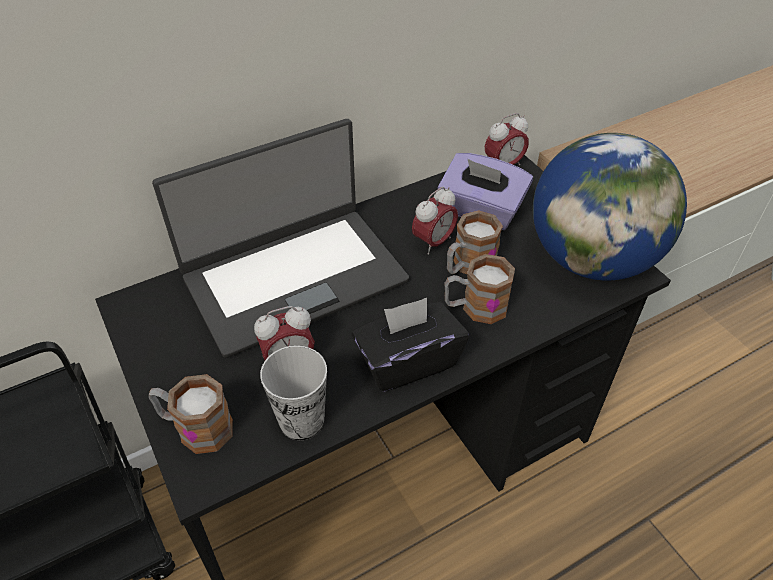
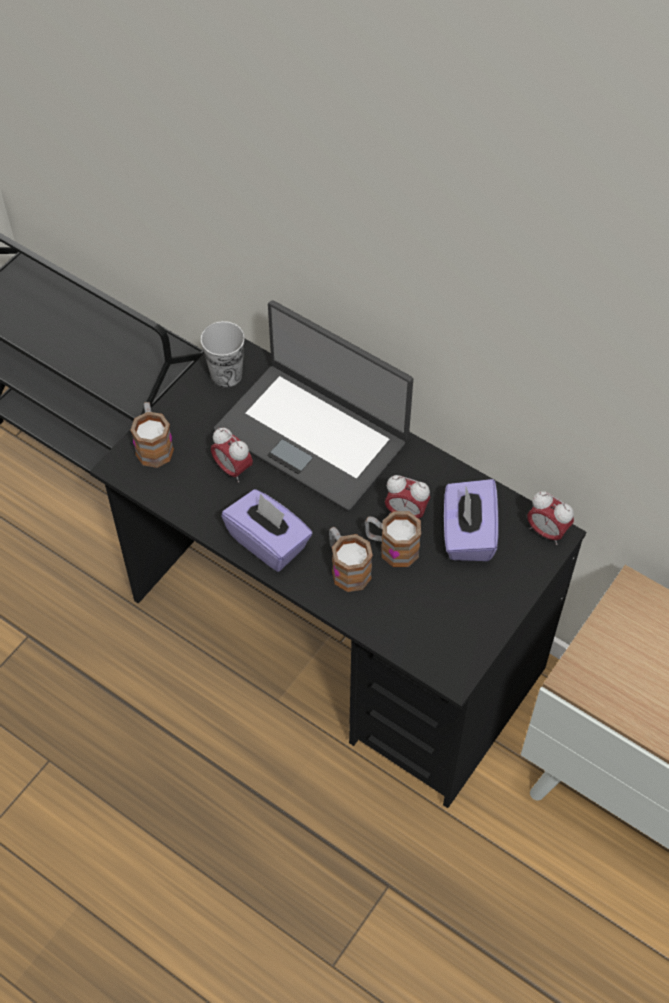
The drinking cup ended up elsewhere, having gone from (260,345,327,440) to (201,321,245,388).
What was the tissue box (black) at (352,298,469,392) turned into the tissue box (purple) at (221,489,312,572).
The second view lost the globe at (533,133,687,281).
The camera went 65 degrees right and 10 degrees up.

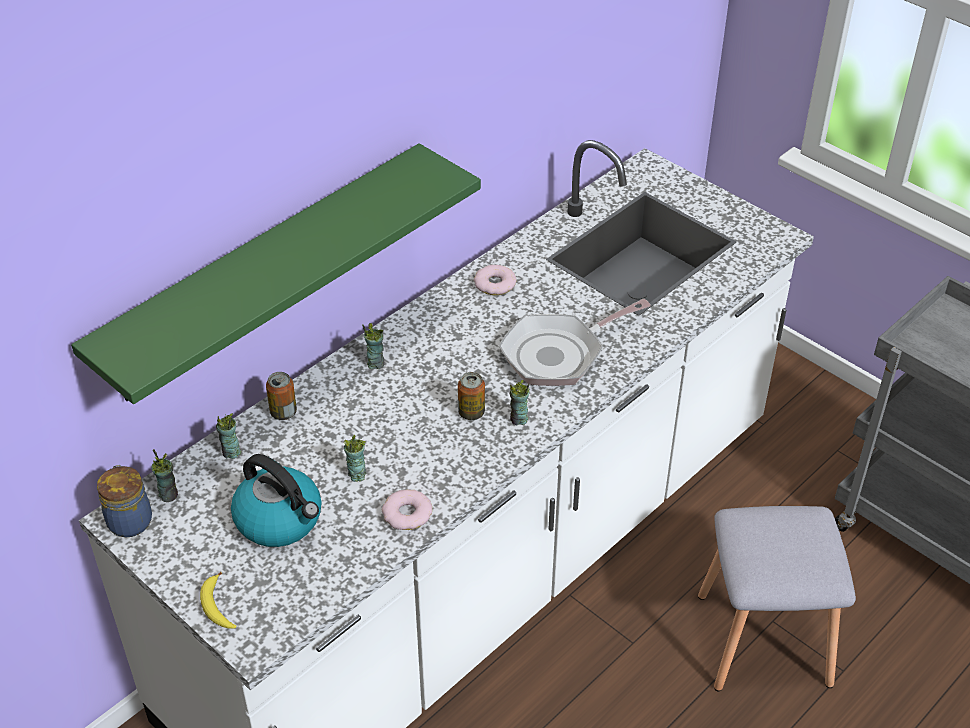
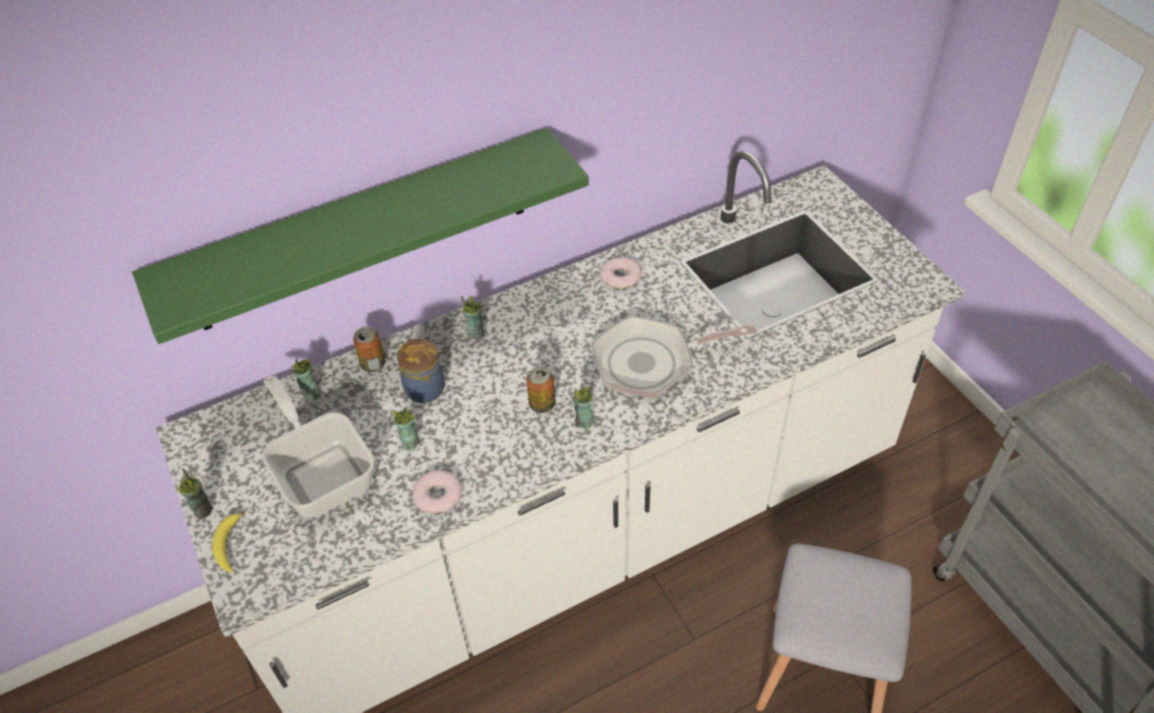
The drinking cup ended up elsewhere, having gone from (151,449,178,502) to (177,469,213,519).
Where the water kettle stood at (231,454,321,547), the pan came to stand at (262,376,374,517).
The preserve jar ended up elsewhere, having gone from (97,465,152,537) to (397,337,445,403).
The camera went 20 degrees right and 5 degrees up.

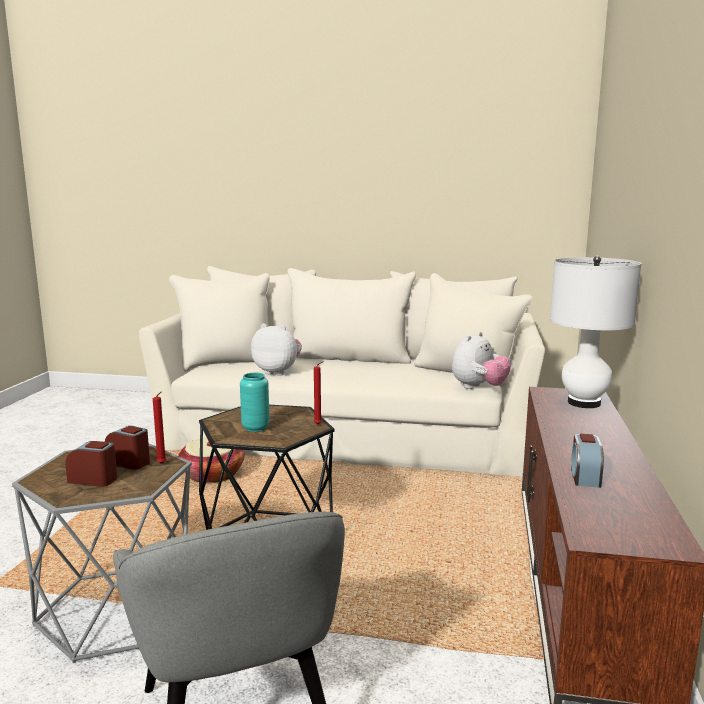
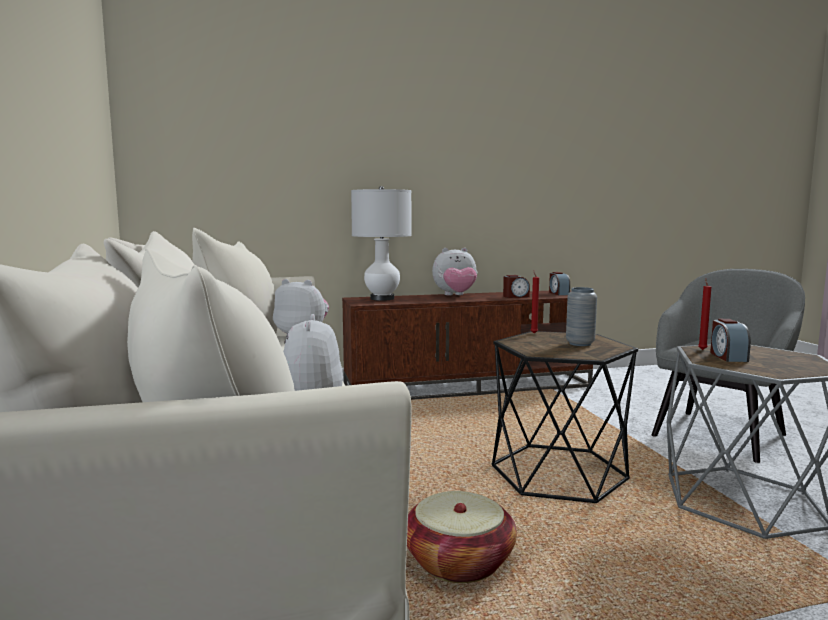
The second view gained the cuddly toy at (432,247,477,295).
The bedside clock ended up elsewhere, having gone from (65,441,117,487) to (549,272,570,295).
What was the flower vase (turquoise-coloured) at (240,373,270,432) turned into the flower vase (gray) at (566,287,597,346).
The camera went 115 degrees left and 5 degrees down.

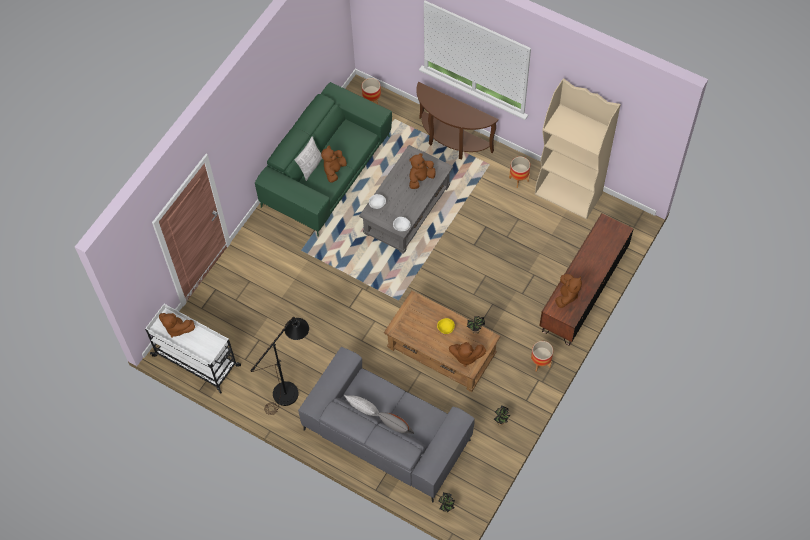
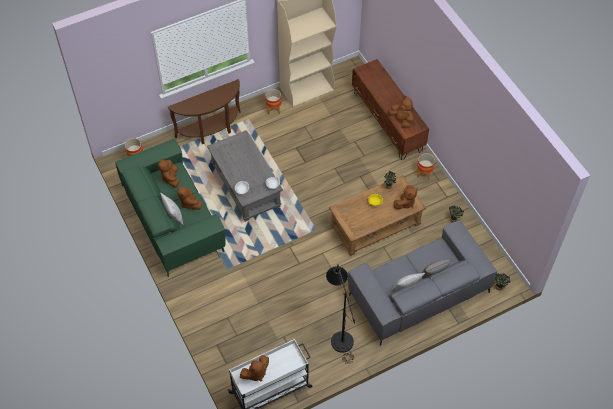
The cuddly toy (brownish) ended up elsewhere, having gone from (409,153,435,189) to (158,158,180,187).
The camera went 60 degrees left and 5 degrees down.

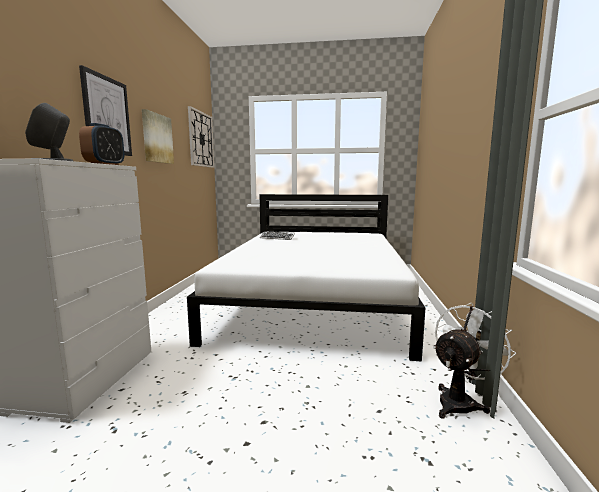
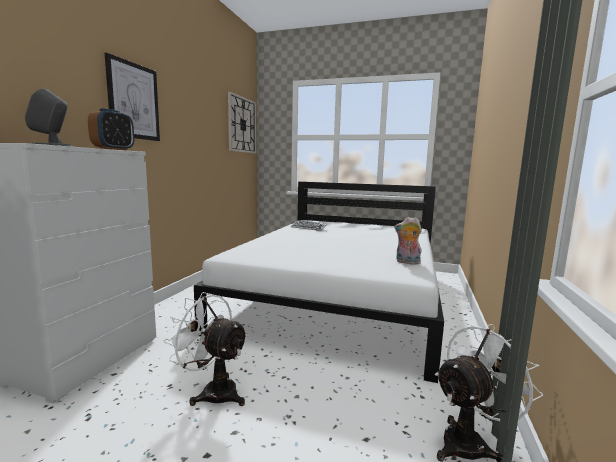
The second view gained the fan (white-coloured) at (163,292,249,406).
The second view gained the cuddly toy at (394,217,422,265).
The second view lost the wall art at (142,109,174,164).
The camera went 10 degrees right and 0 degrees up.

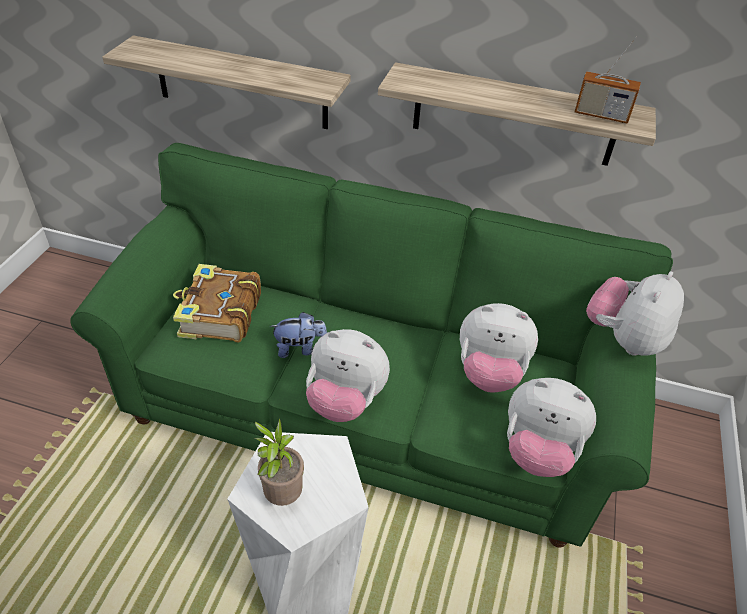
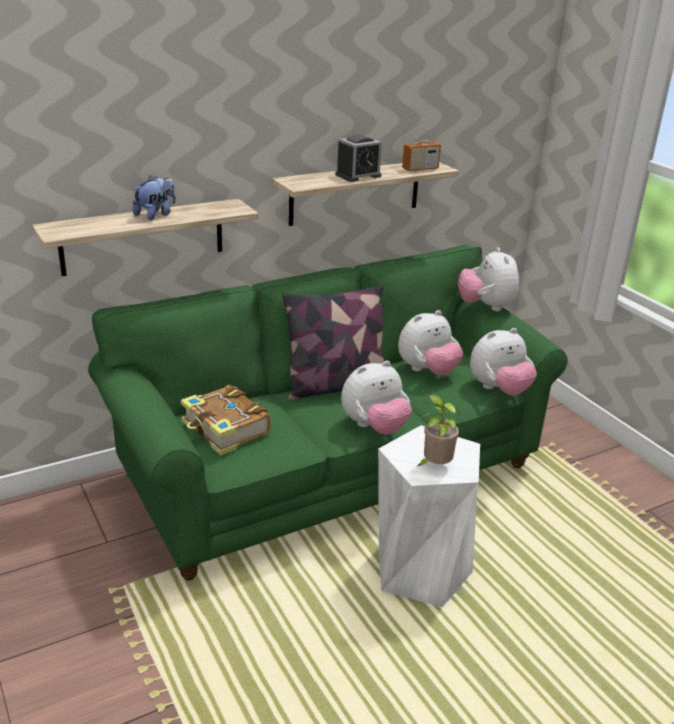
The cuddly toy ended up elsewhere, having gone from (270,312,327,358) to (133,175,176,220).
The second view gained the pillow at (282,285,384,400).
The second view gained the bedside clock at (335,135,382,182).
The camera went 45 degrees left and 15 degrees down.

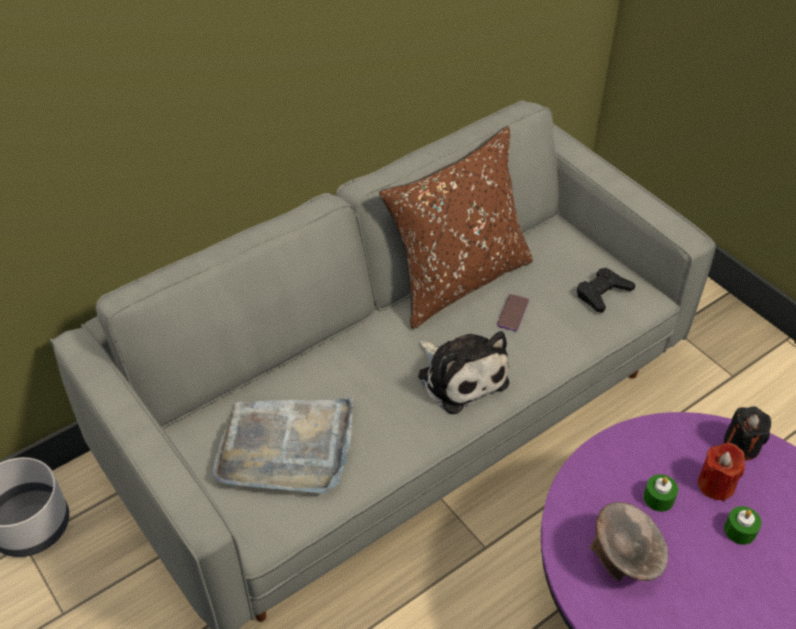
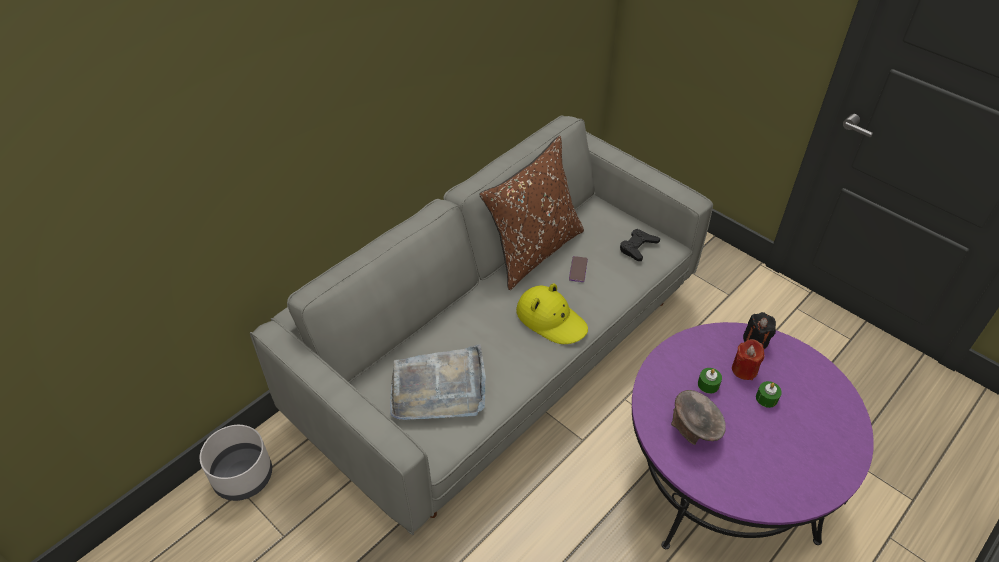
Where the cuddly toy stood at (418,331,509,415), the wearable hat (yellowish) came to stand at (516,283,588,344).
The camera went 10 degrees left and 0 degrees up.

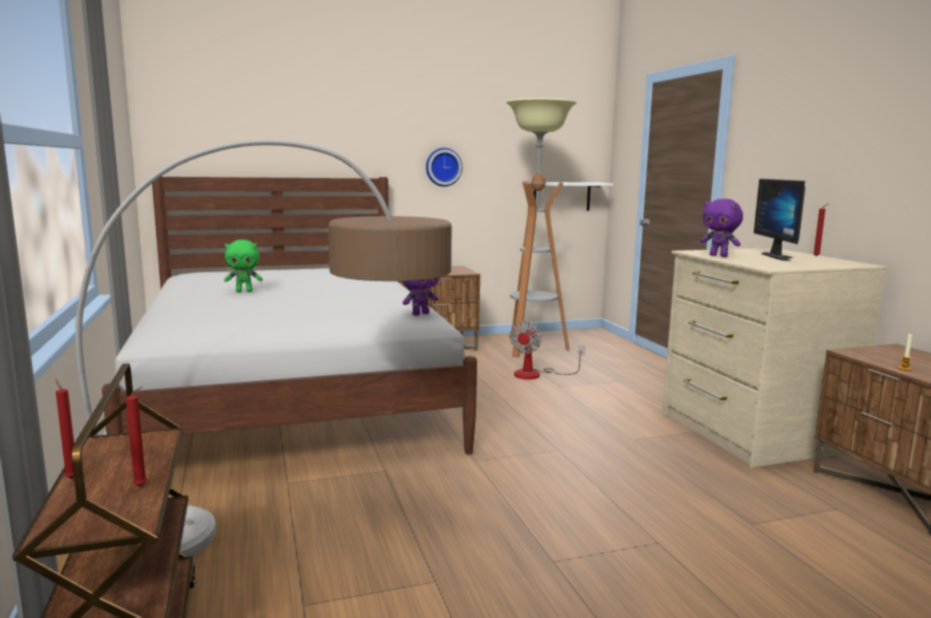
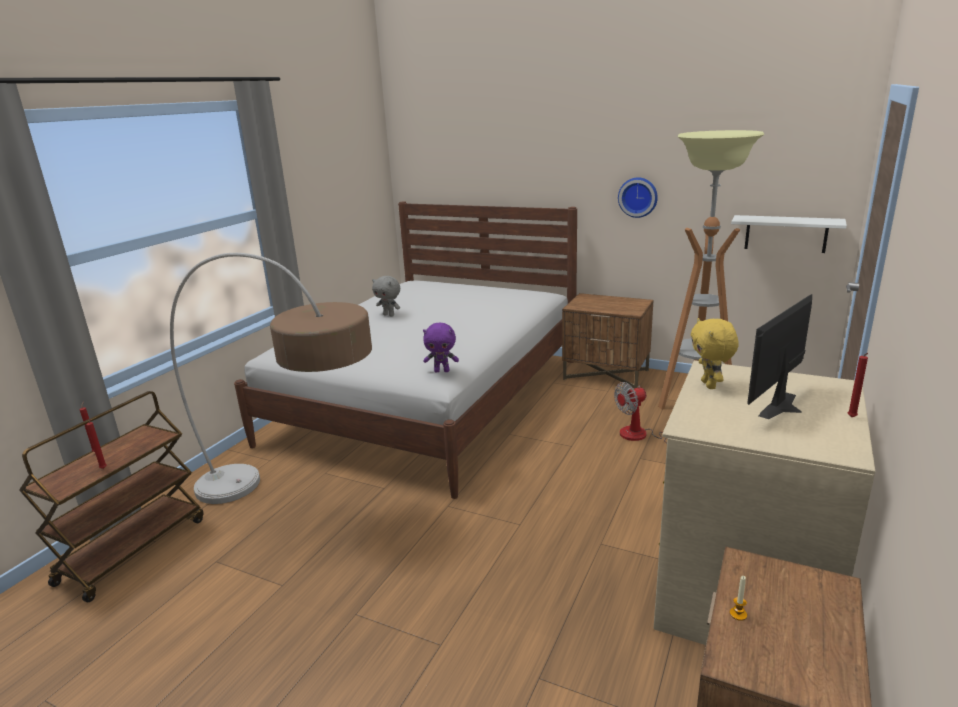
What was the cuddly toy (greenish) at (224,240,263,292) turned into the cuddly toy (gray) at (372,276,400,316).
What was the cuddly toy (purple) at (700,198,743,257) turned into the cuddly toy (yellowish) at (691,318,739,389).
The camera went 45 degrees right and 10 degrees up.

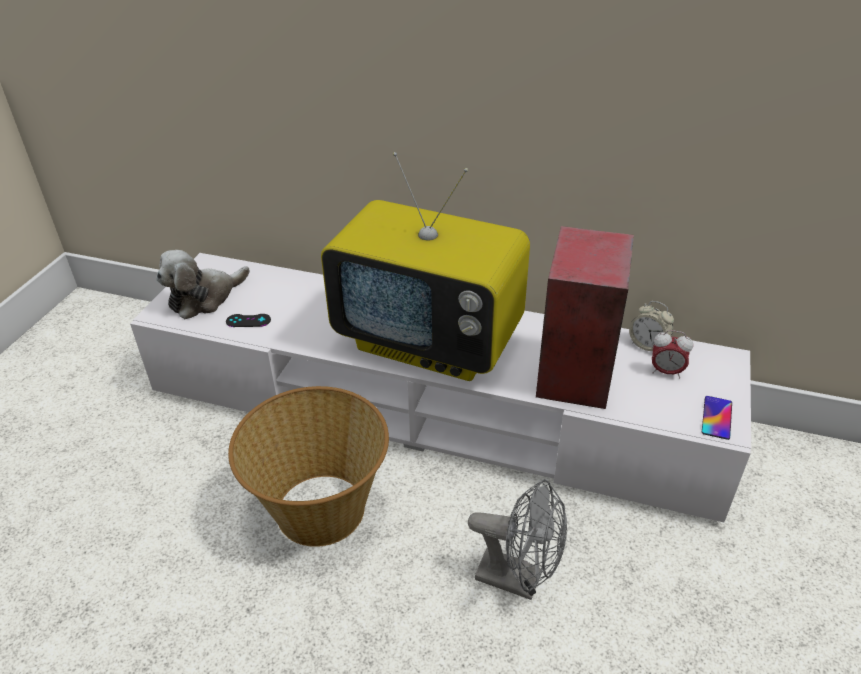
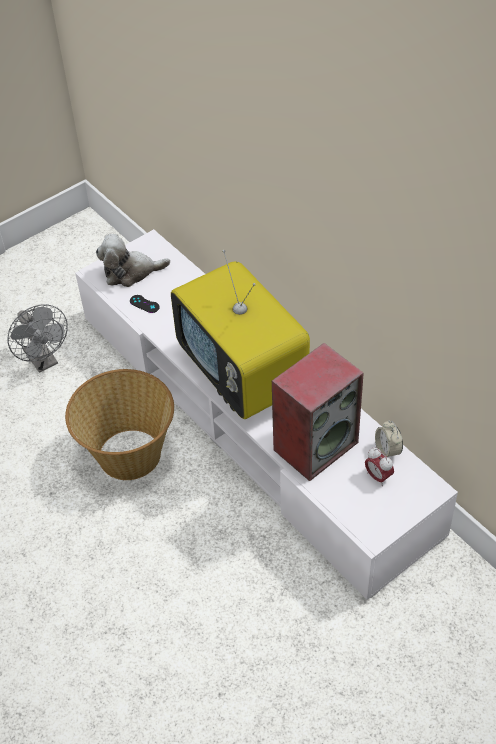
The fan (gray) ended up elsewhere, having gone from (468,479,567,600) to (7,304,68,373).
The second view lost the handset at (702,396,732,440).
The camera went 35 degrees right and 10 degrees up.

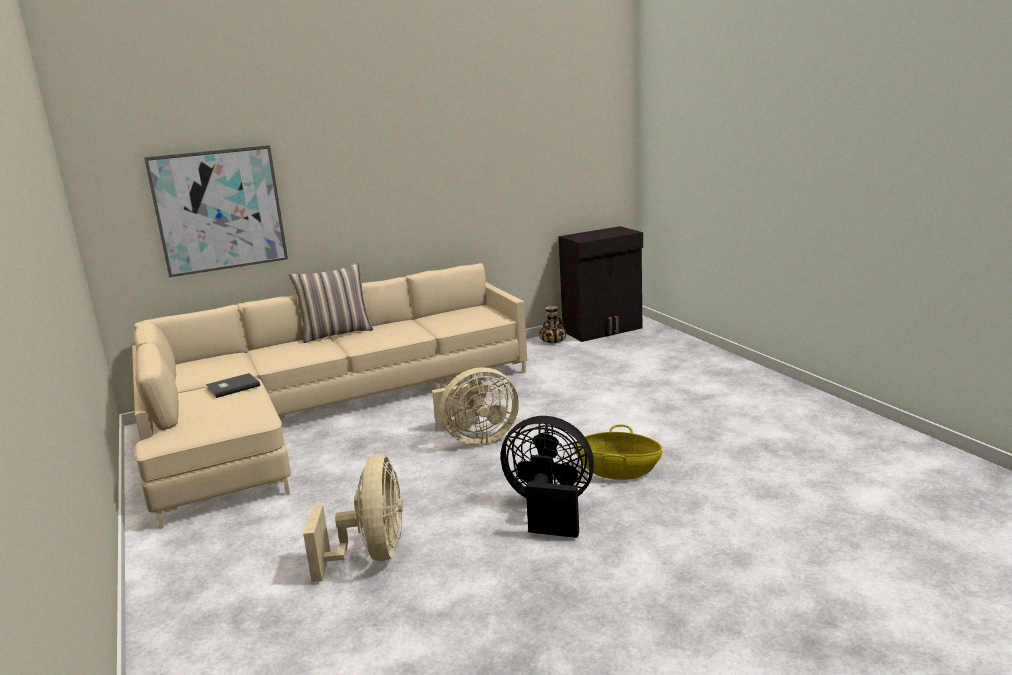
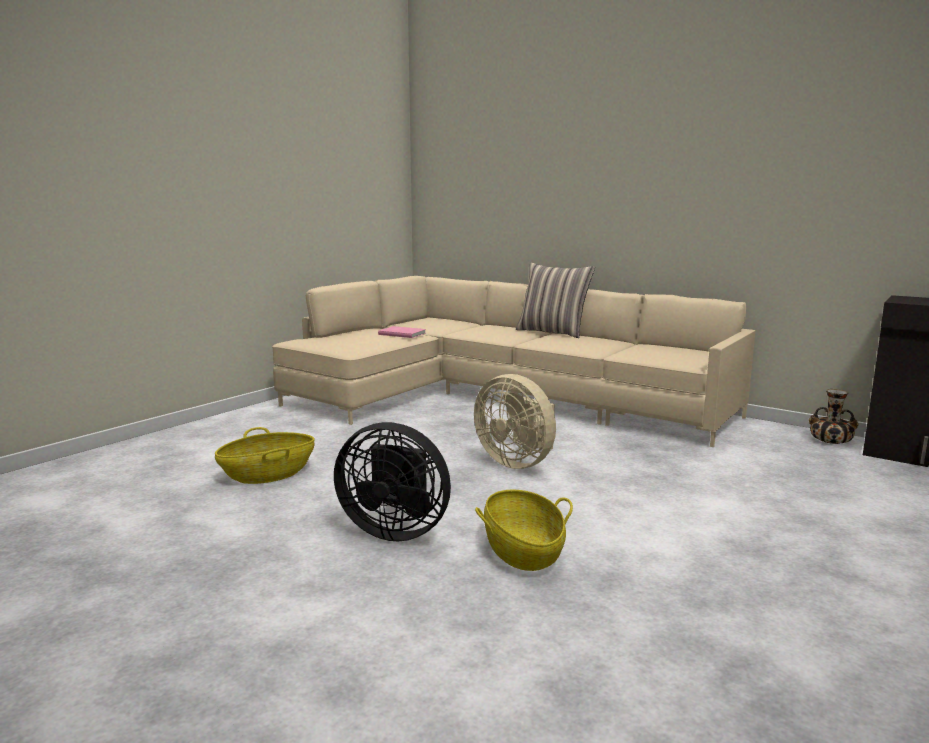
Where the fan (beige-coloured) stood at (303,455,403,582), the household basket came to stand at (215,427,315,484).
The fan (black) at (501,416,594,538) ended up facing another way, 120 degrees clockwise from before.
What was the book (gray) at (206,373,260,398) turned into the book (pinkish) at (378,326,426,338).
The second view lost the wall art at (144,145,288,277).
The camera went 60 degrees right and 5 degrees down.

